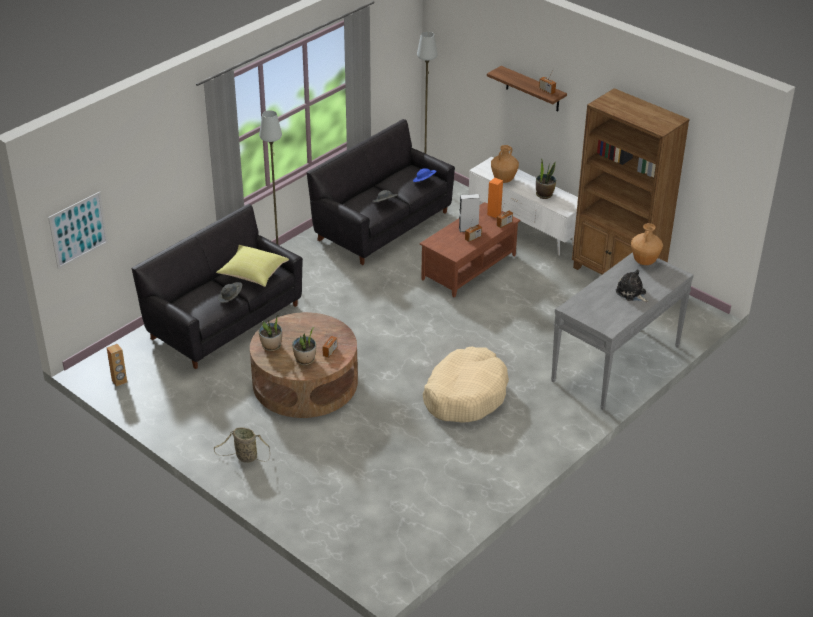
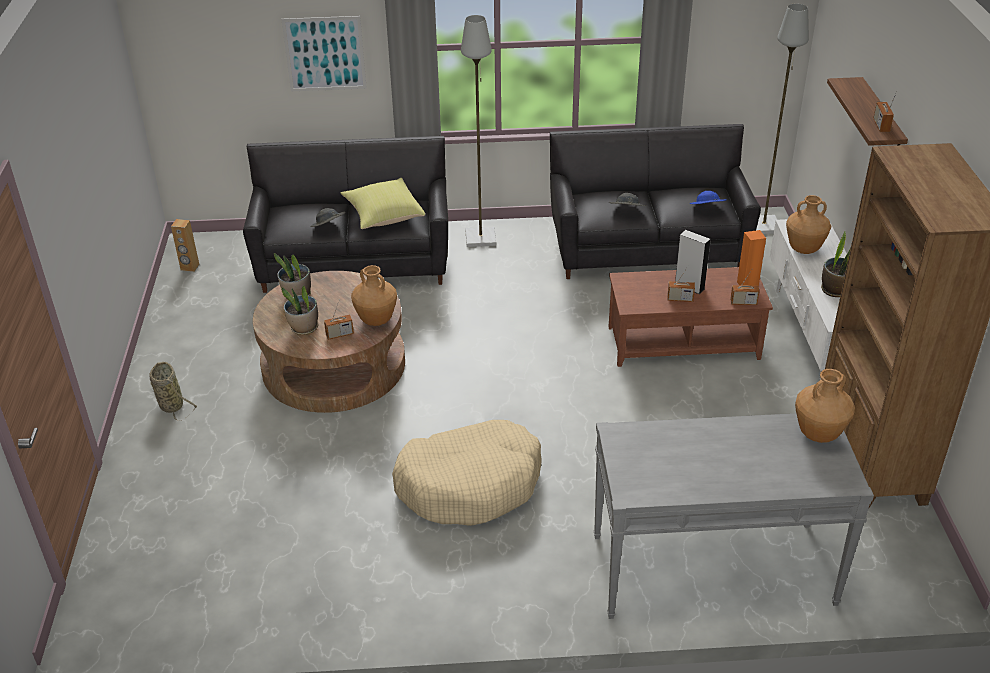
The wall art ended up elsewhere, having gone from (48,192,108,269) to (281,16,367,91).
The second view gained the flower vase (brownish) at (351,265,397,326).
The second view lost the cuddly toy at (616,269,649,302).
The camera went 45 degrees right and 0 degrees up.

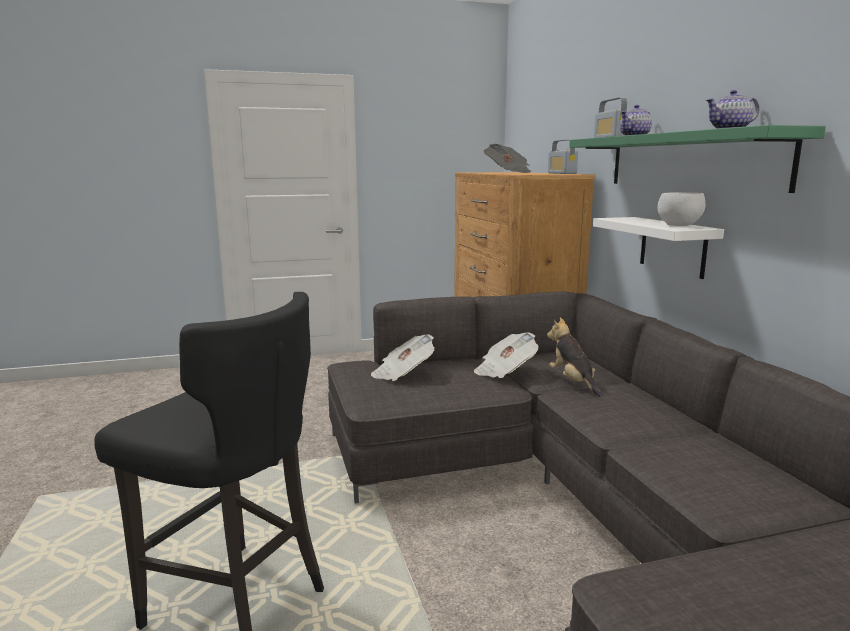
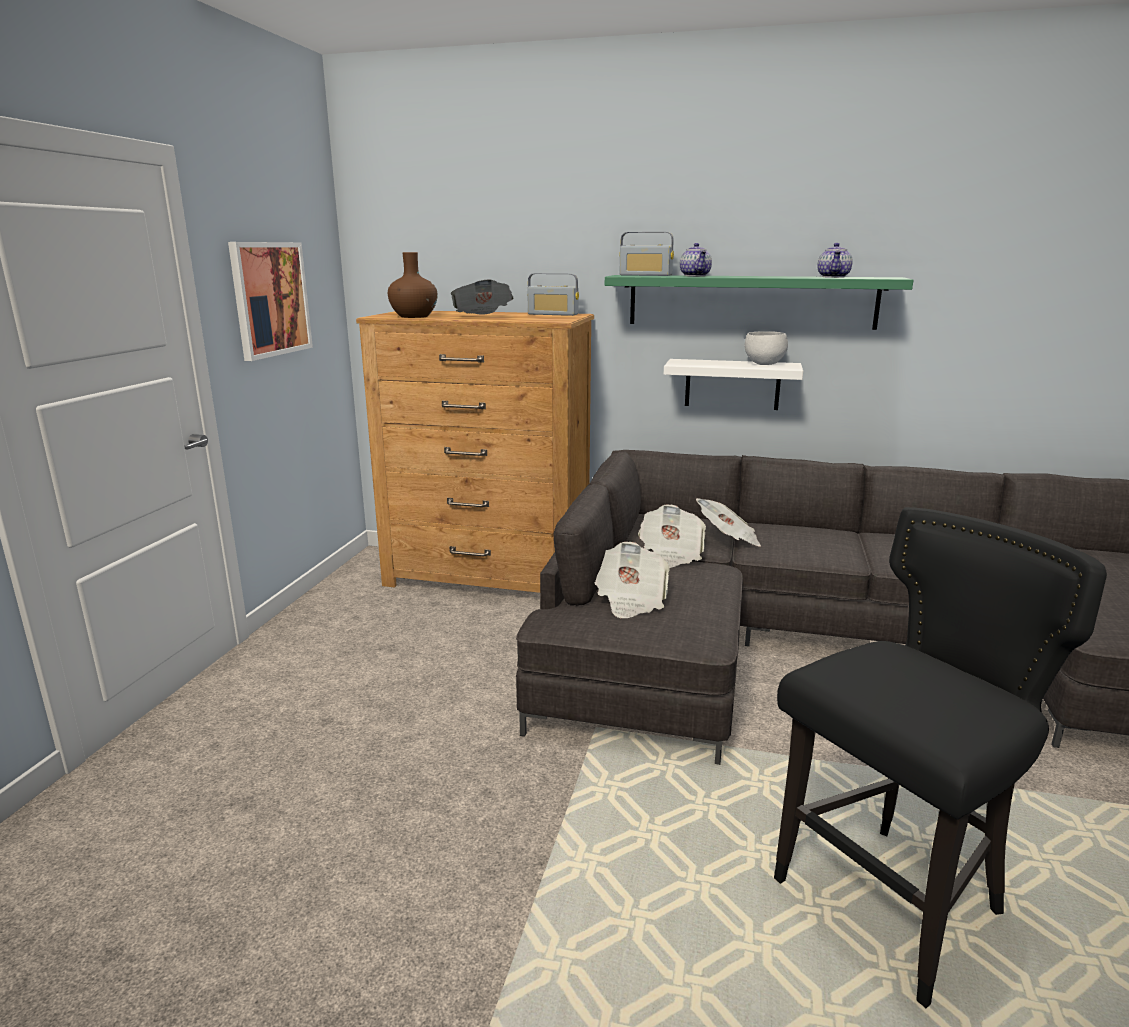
The second view gained the wall art at (228,242,313,361).
The second view gained the flower vase (brownish) at (388,252,438,318).
Where the cuddly toy stood at (547,318,603,397), the printed paper came to stand at (696,498,761,547).
The camera went 60 degrees left and 5 degrees up.

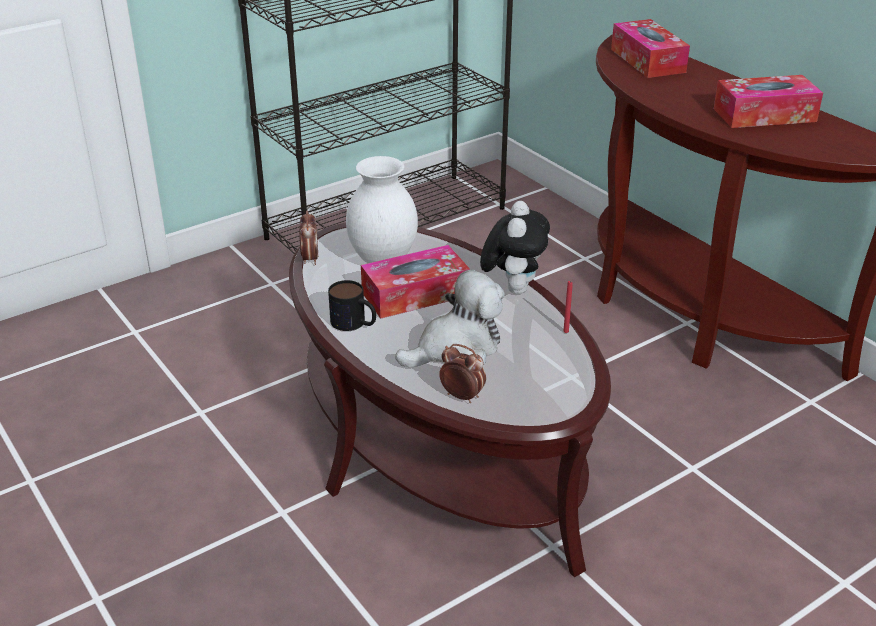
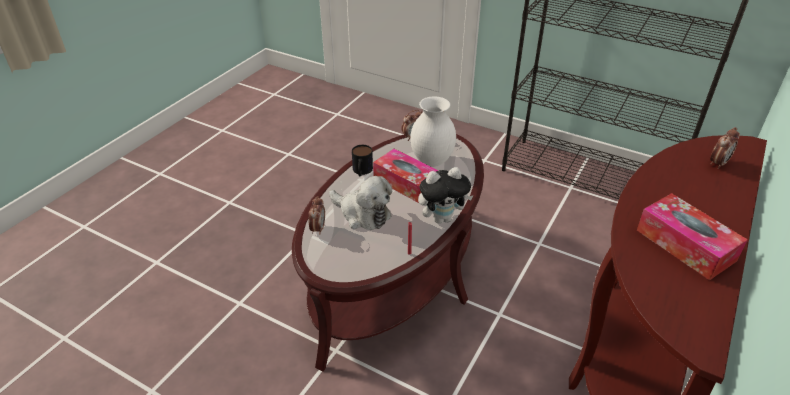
Where the tissue box stood at (611,19,690,78), the bedside clock came to stand at (710,127,740,169).
The camera went 65 degrees right and 5 degrees up.

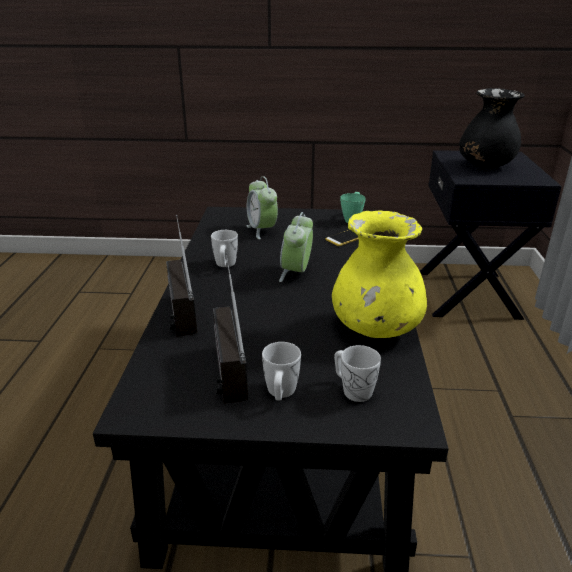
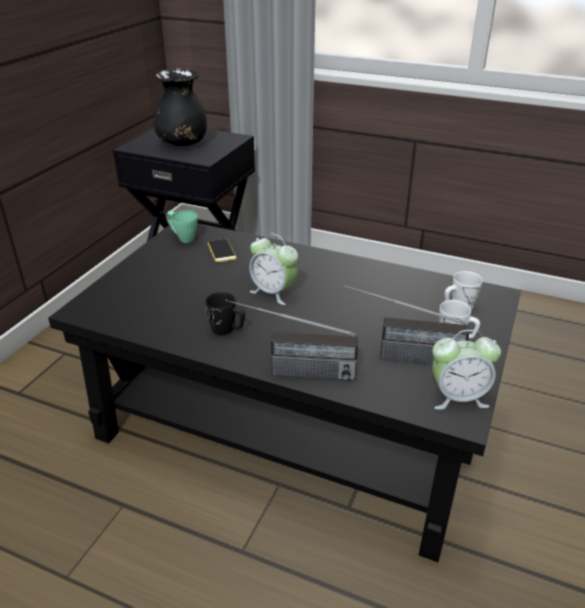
What was the coffee mug (white-coloured) at (211,230,238,267) turned into the coffee mug (black) at (205,292,245,335).
The bedside clock ended up elsewhere, having gone from (246,176,278,239) to (432,330,501,409).
The second view lost the flower vase (yellowish) at (332,211,427,338).
The camera went 70 degrees left and 5 degrees up.

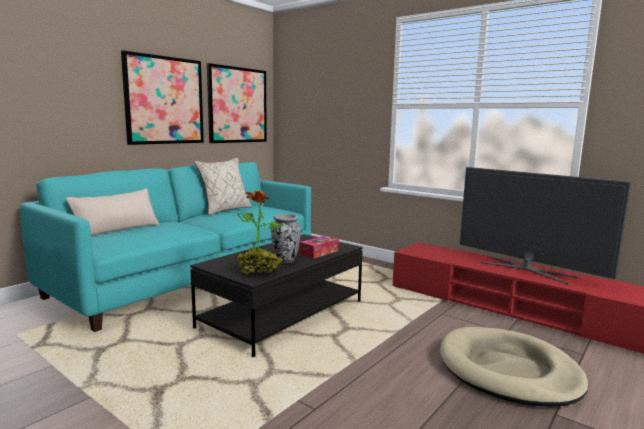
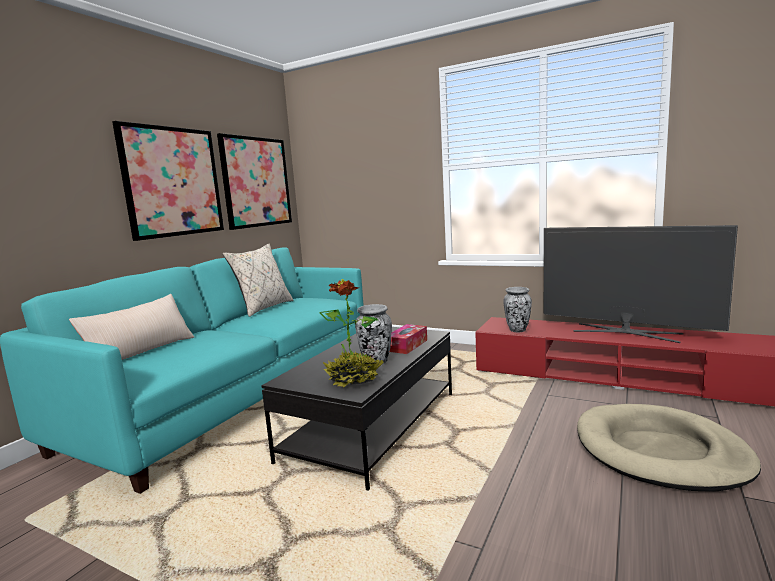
The second view gained the flower vase at (504,287,532,332).
The camera went 10 degrees left and 0 degrees up.

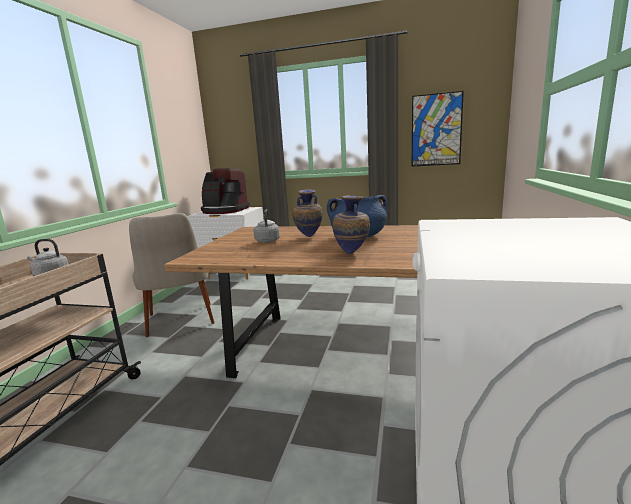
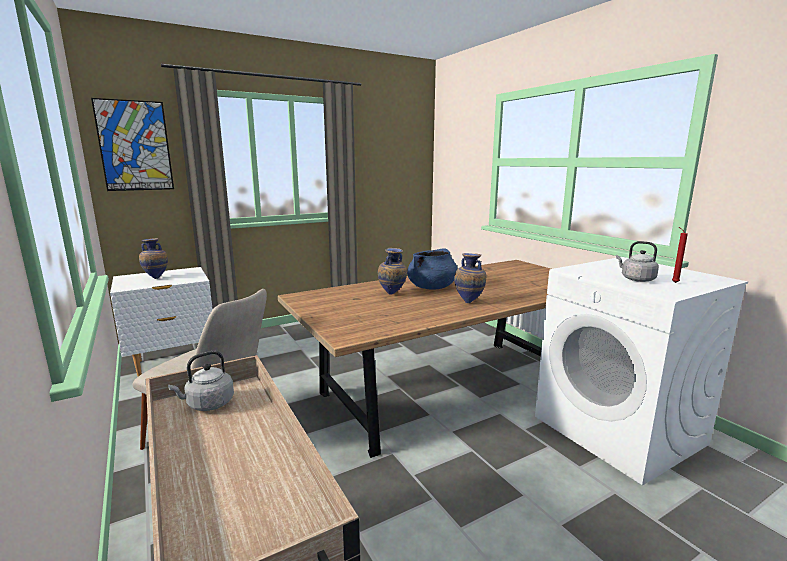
The wall art ended up elsewhere, having gone from (412,91,464,166) to (91,98,174,191).
Where the coffee maker stood at (201,168,250,214), the flower vase came to stand at (139,238,168,279).
The water kettle (gray) ended up elsewhere, having gone from (254,209,280,243) to (616,241,659,282).
The second view gained the wax light (red) at (672,227,688,283).
The camera went 45 degrees left and 0 degrees up.

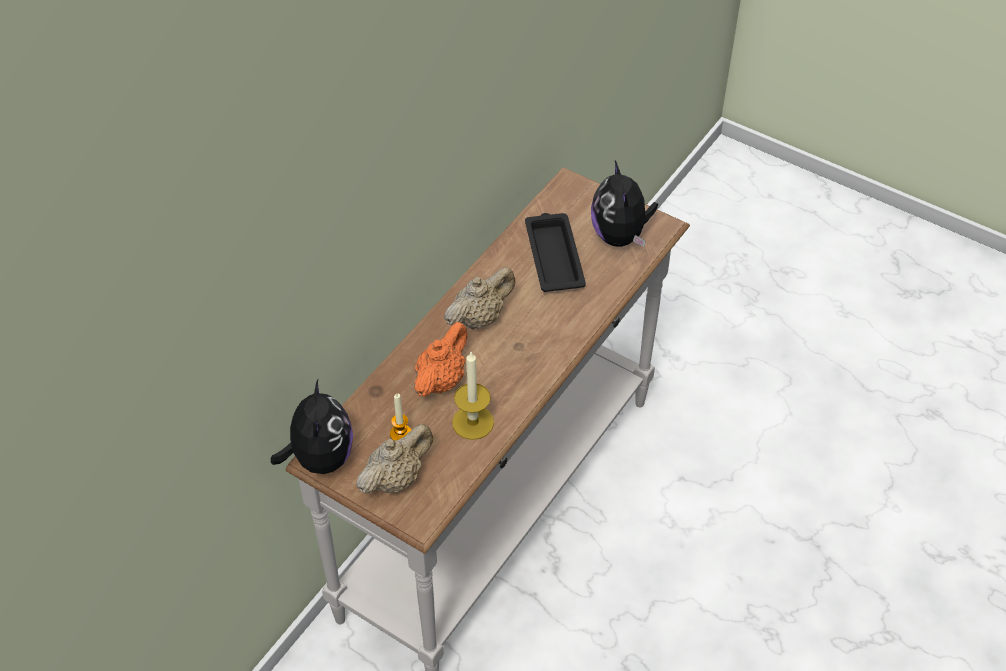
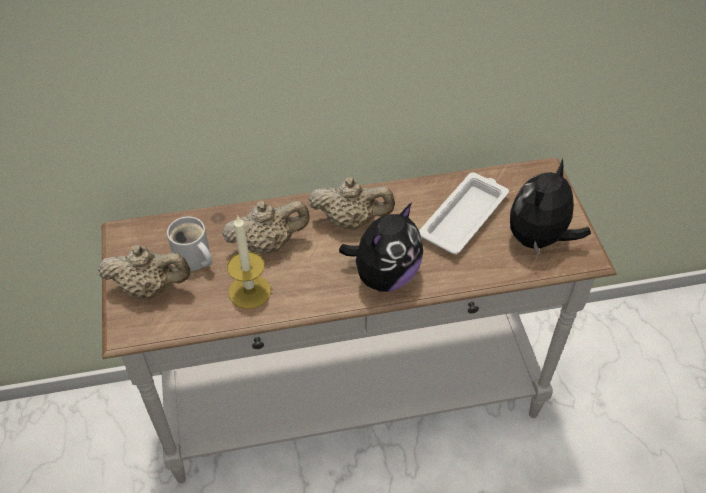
Where the wax light stood at (390,394,411,441), the coffee mug (white-coloured) came to stand at (167,217,212,271).
What was the tea pot (orange) at (414,322,467,397) turned into the tea pot (beige-coloured) at (222,201,310,254).
The cuddly toy ended up elsewhere, having gone from (271,380,353,474) to (339,203,423,292).
What was the serving tray (black) at (525,213,586,292) turned into the serving tray (white-coloured) at (419,172,509,255).
The camera went 45 degrees right and 0 degrees up.

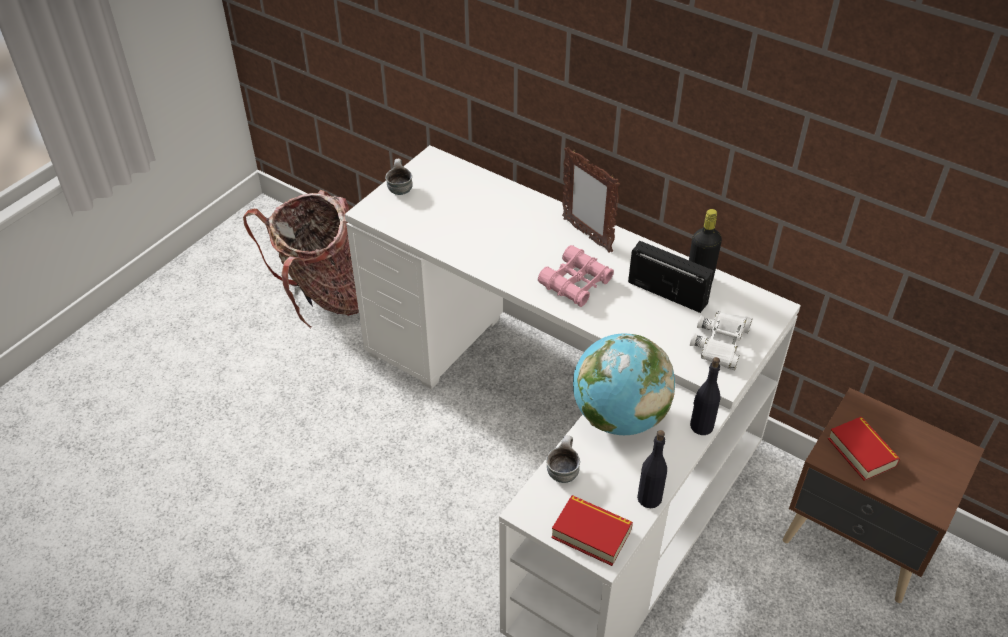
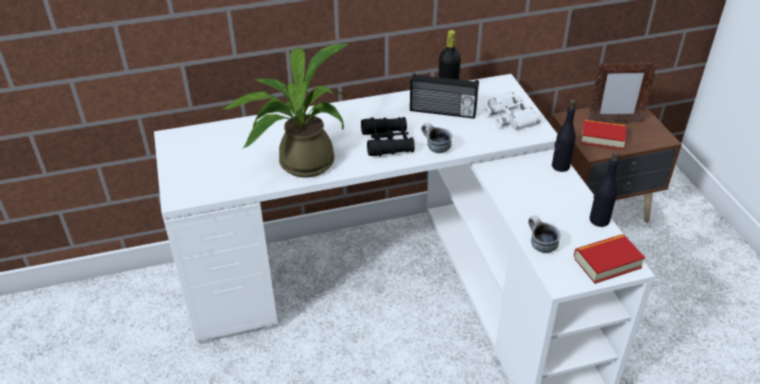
The second view gained the potted plant at (223,44,350,178).
What was the field glasses (pinkish) at (538,245,614,307) turned into the field glasses (black) at (361,117,415,157).
The radio set at (628,241,714,313) ended up facing another way, 150 degrees counterclockwise from before.
The coffee mug ended up elsewhere, having gone from (385,159,413,195) to (421,123,452,153).
The picture frame ended up elsewhere, having gone from (562,147,620,253) to (588,61,658,123).
The second view lost the knapsack at (243,190,359,329).
The second view lost the globe at (573,333,675,435).
The camera went 50 degrees left and 5 degrees down.

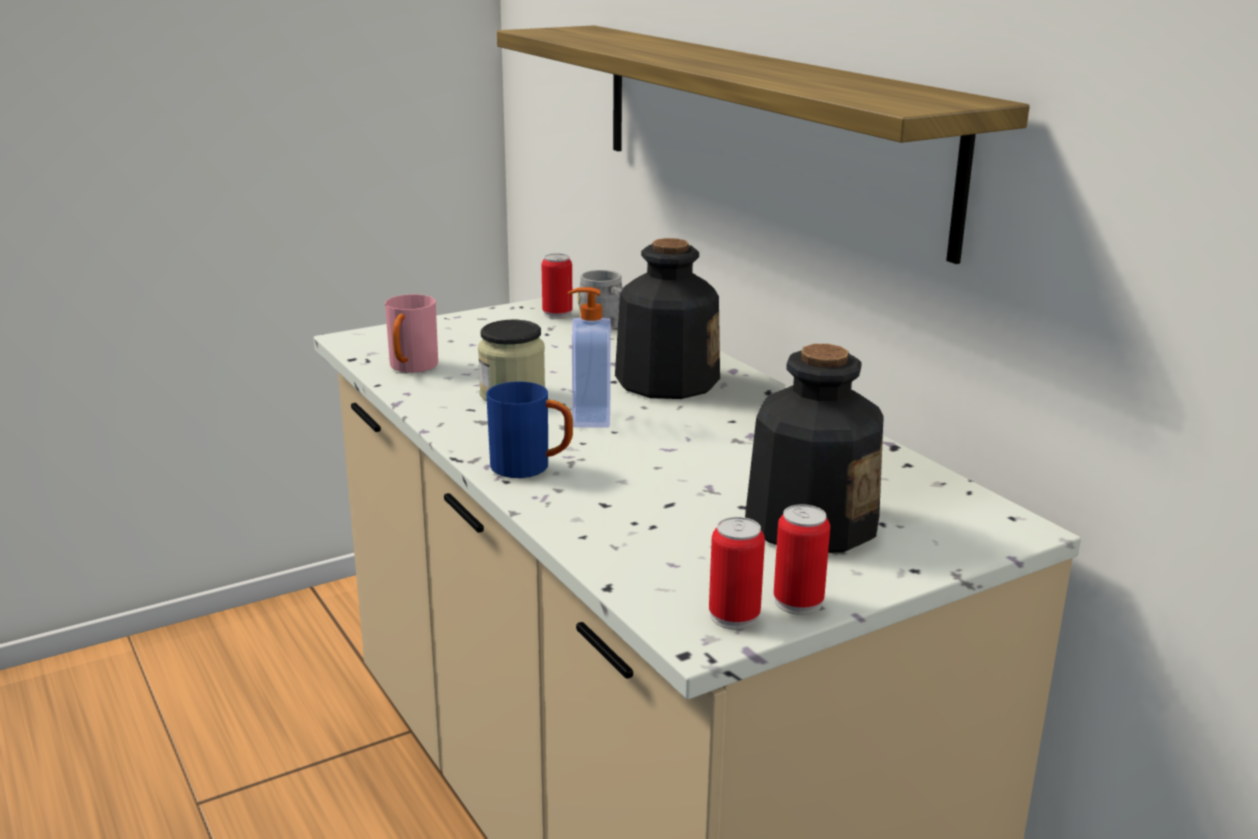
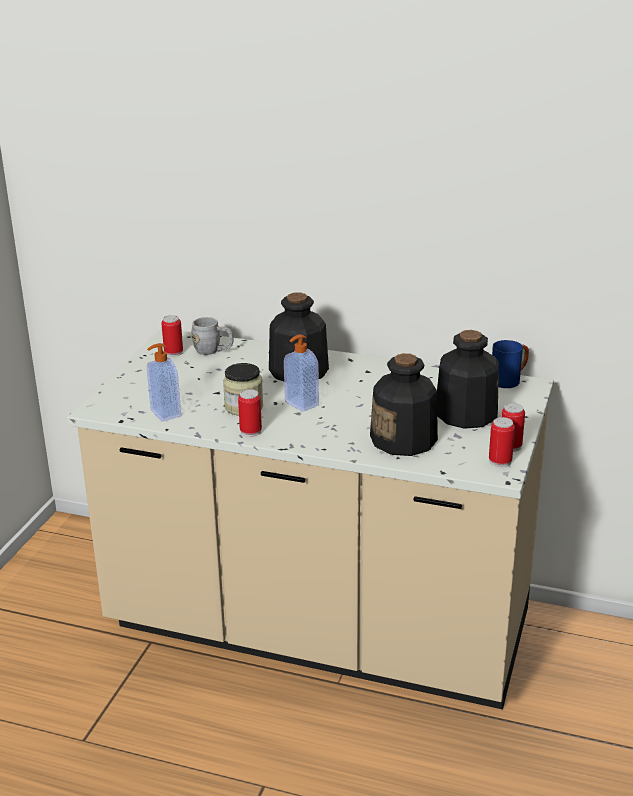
Where the coffee mug (pinkish) stood at (385,294,438,373), the liquid soap bottle came to stand at (147,343,181,422).
The second view gained the metal can at (238,389,262,437).
The second view gained the drink bottle at (370,353,438,456).
The coffee mug (blue-coloured) ended up elsewhere, having gone from (486,382,573,478) to (492,340,529,388).
The second view lost the bracket shelf at (497,25,1030,264).
The camera went 40 degrees left and 5 degrees up.

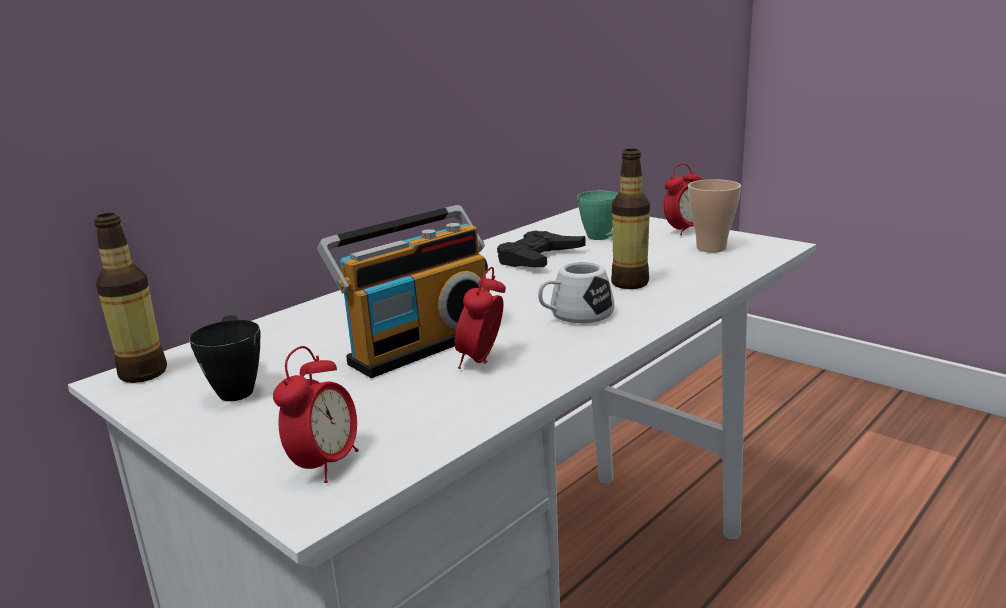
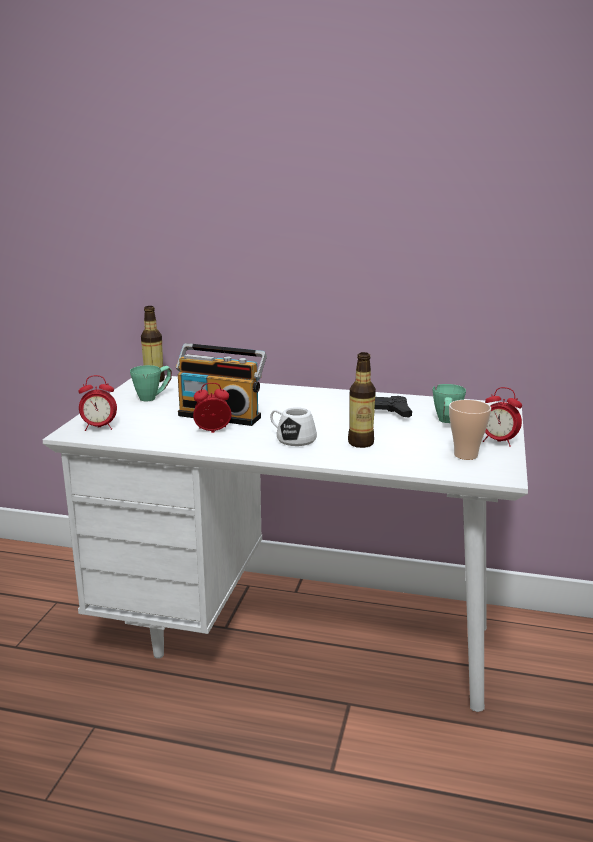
What was the coffee mug (black) at (189,315,261,401) turned into the coffee mug (greenish) at (130,365,172,401).
The camera went 60 degrees right and 0 degrees up.

